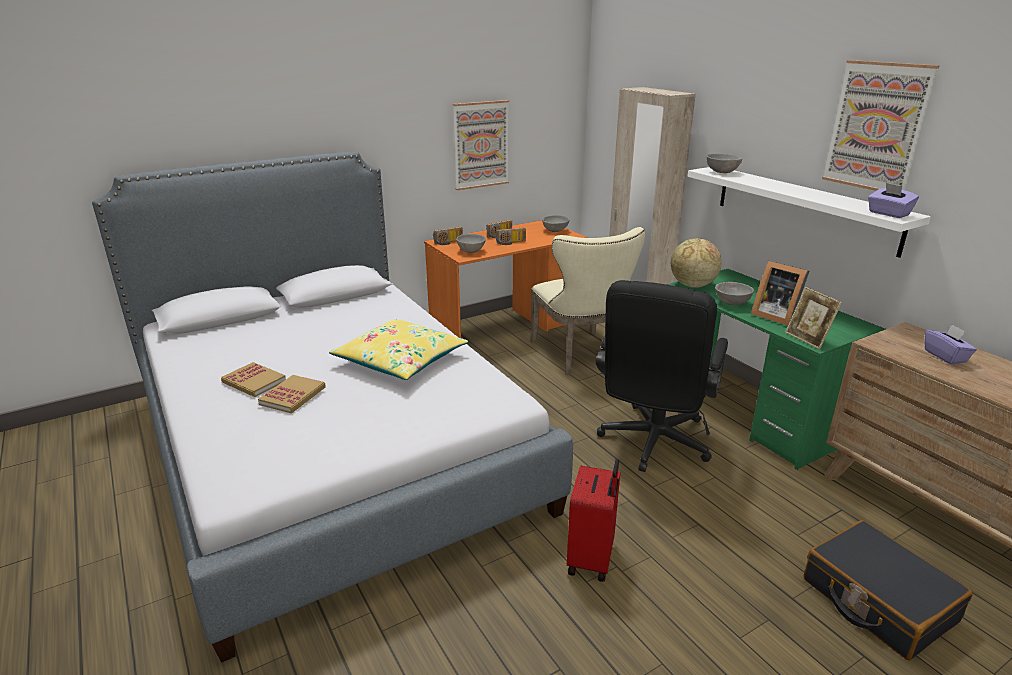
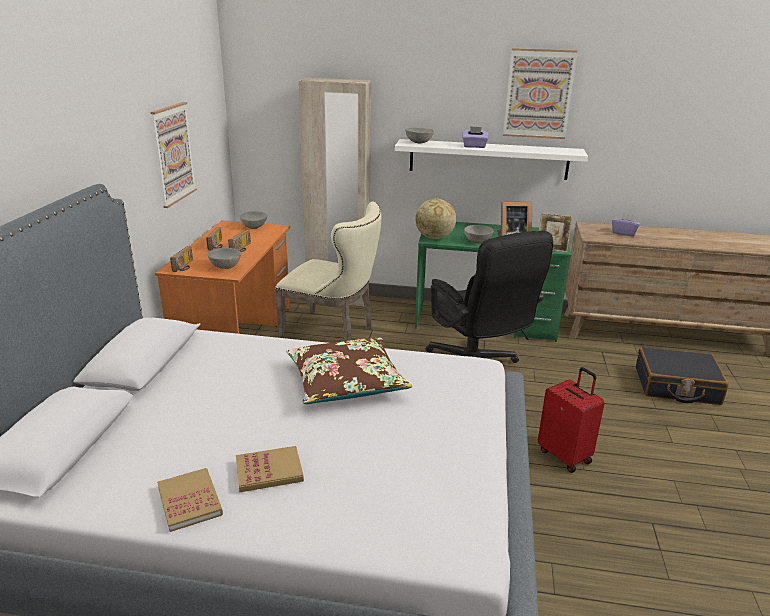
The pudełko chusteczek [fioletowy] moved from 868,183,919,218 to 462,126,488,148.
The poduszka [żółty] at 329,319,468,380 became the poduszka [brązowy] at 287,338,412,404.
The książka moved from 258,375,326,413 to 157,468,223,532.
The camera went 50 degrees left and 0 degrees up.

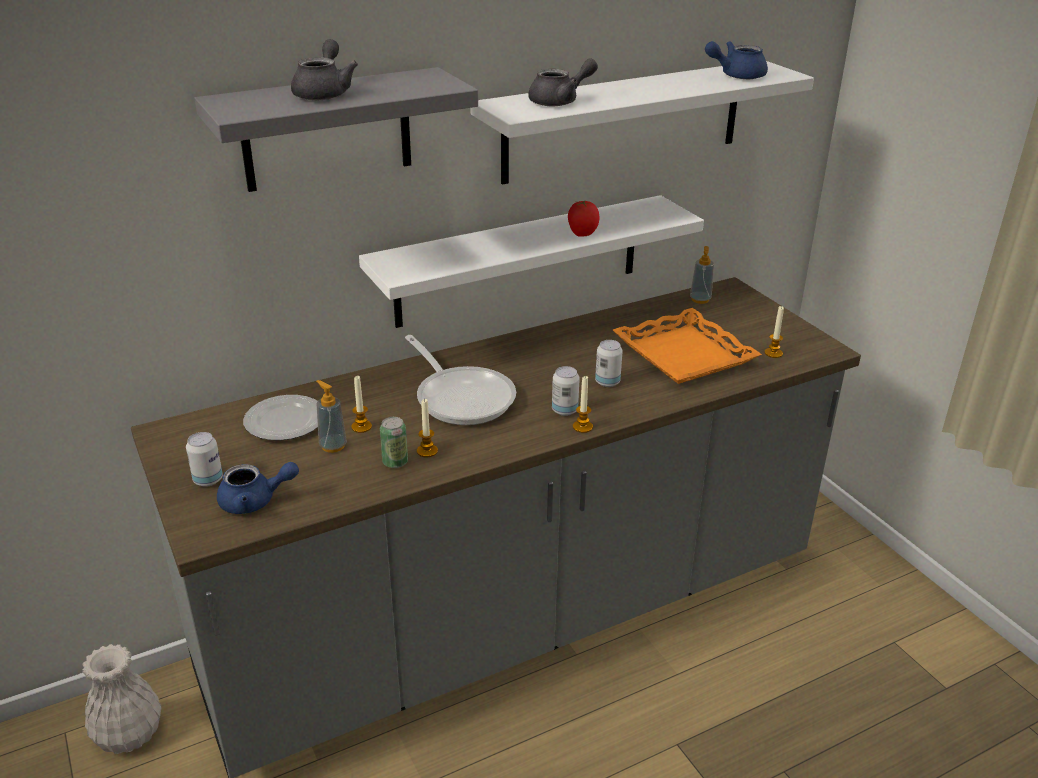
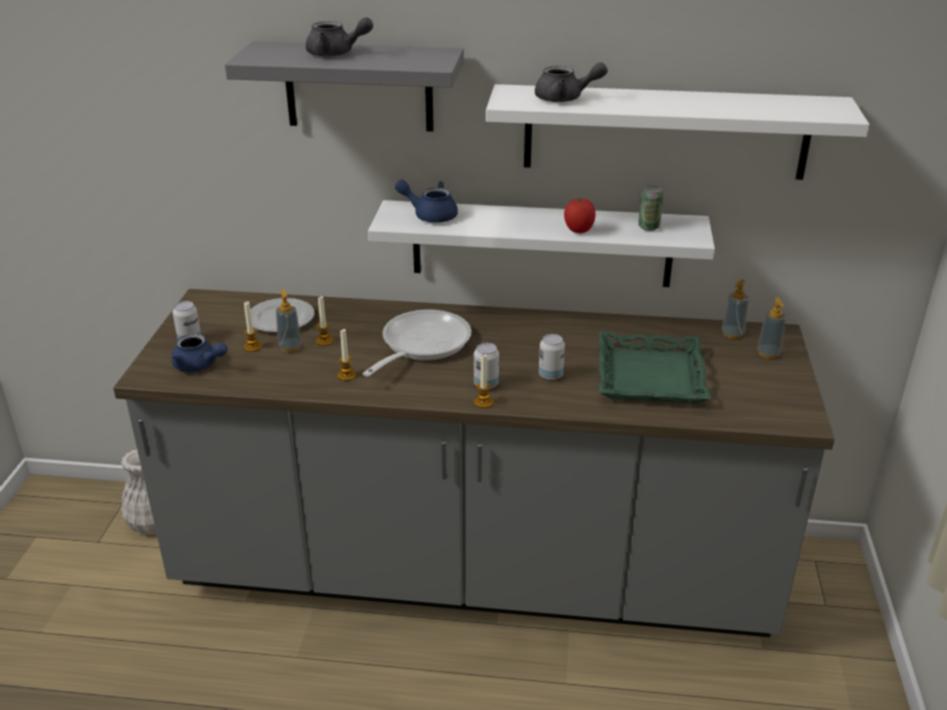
The imbryk [szary] at 291,39,358,100 turned 60 degrees clockwise.
The imbryk [niebieski] moved from 705,41,768,79 to 395,180,458,223.
The świeca moved from 764,306,784,358 to 244,301,262,352.
The taca [pomarańczowy] at 613,308,762,384 became the taca [zielony] at 599,331,711,404.
The patelnia at 405,335,516,425 turned 150 degrees counterclockwise.
The puszka moved from 380,417,408,468 to 638,186,664,231.
The dozownik mydła at 757,297,786,359 appeared.
The camera went 35 degrees right and 0 degrees up.

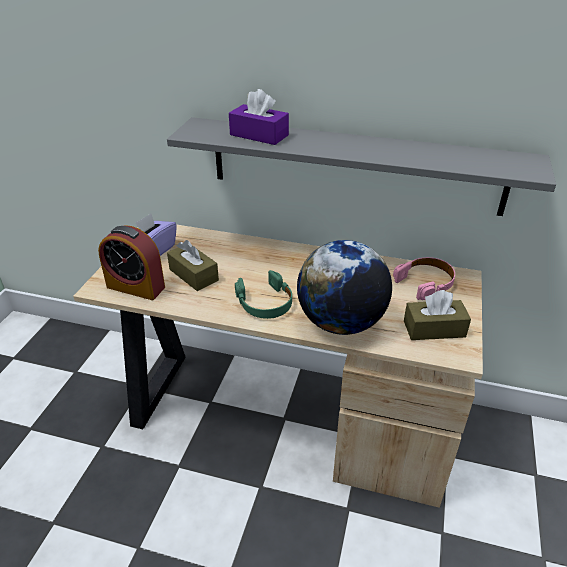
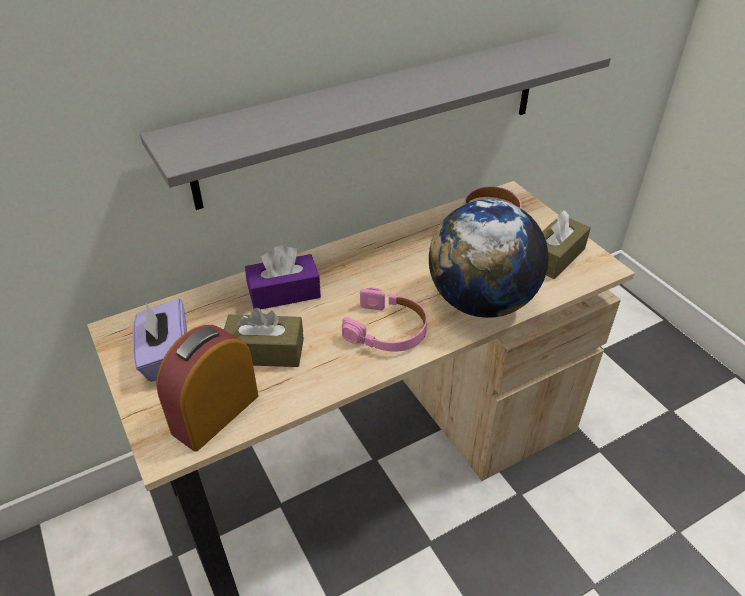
The pudełko chusteczek [fioletowy] moved from 229,89,289,145 to 245,245,321,310.
The budzik at 98,225,165,300 turned 150 degrees clockwise.
The słuchawki [zielony] at 235,270,292,319 became the słuchawki [różowy] at 342,287,427,352.
The camera went 45 degrees left and 5 degrees up.

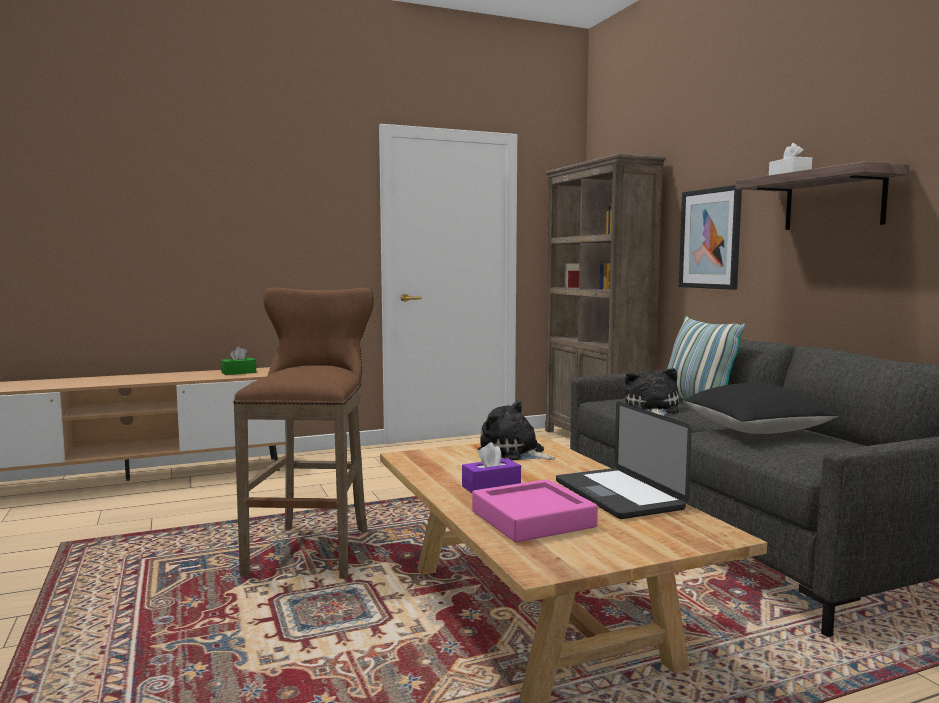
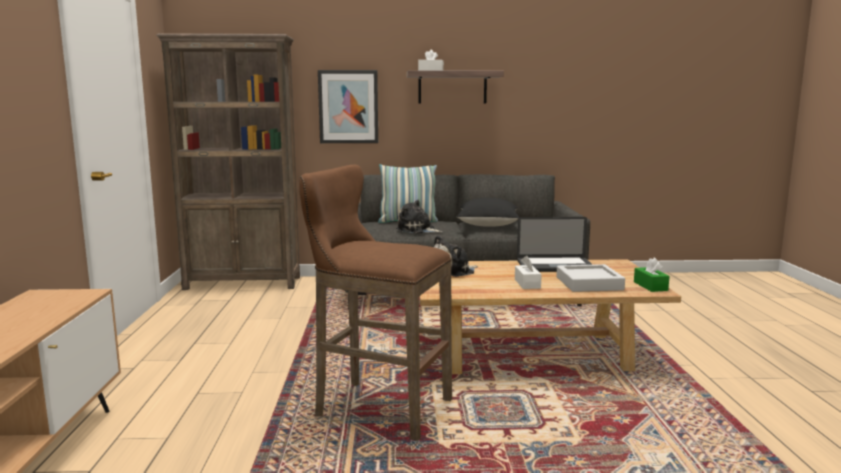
The pudełko chusteczek [zielony] moved from 221,347,256,375 to 634,258,670,292.
The pudełko chusteczek [fioletowy] at 462,442,521,493 became the pudełko chusteczek [biały] at 515,255,542,289.
The taca [różowy] at 472,479,598,542 became the taca [szary] at 556,264,625,292.
The camera went 70 degrees left and 5 degrees up.

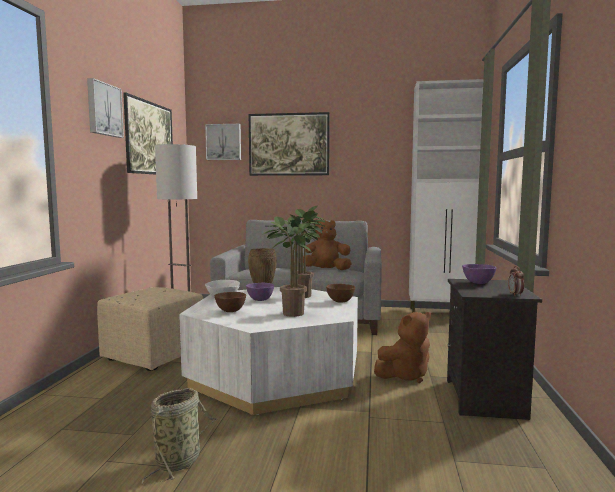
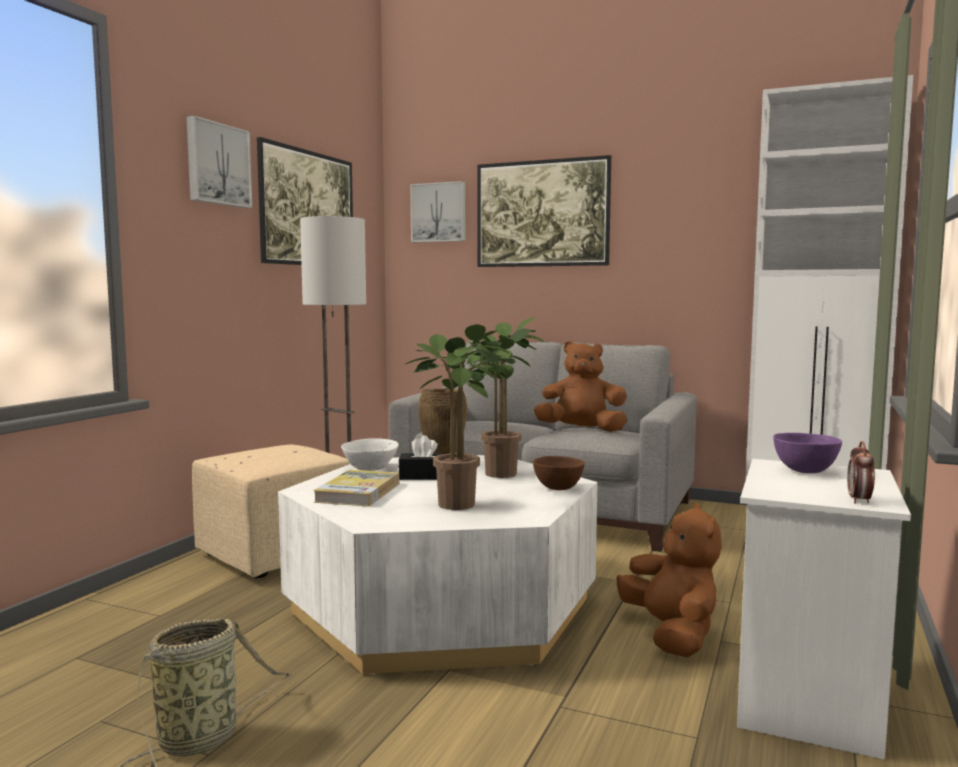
The szafka nocna [czarny] at 447,279,542,420 became the szafka nocna [biały] at 737,459,911,760.
The miska [fioletowy] at 246,283,274,301 was replaced by the pudełko chusteczek [czarny] at 398,435,449,480.
The miska [brązowy] at 215,292,246,312 was replaced by the książka at 313,470,399,507.
The pluszak [brązowy] at 374,312,431,383 turned 90 degrees counterclockwise.
The camera went 15 degrees right and 0 degrees up.

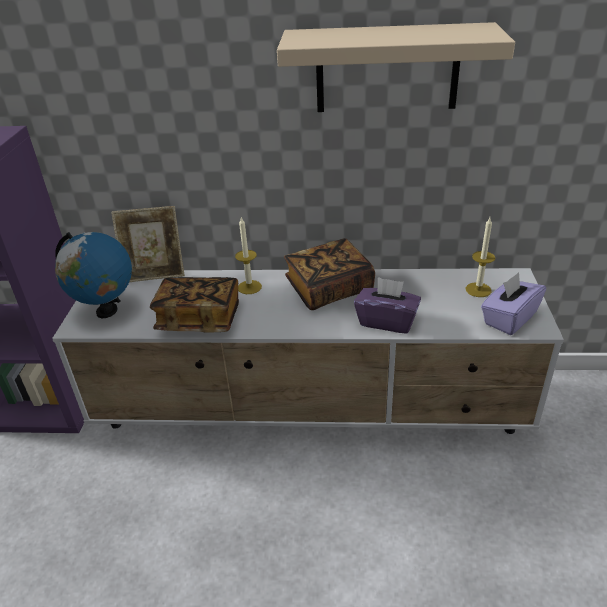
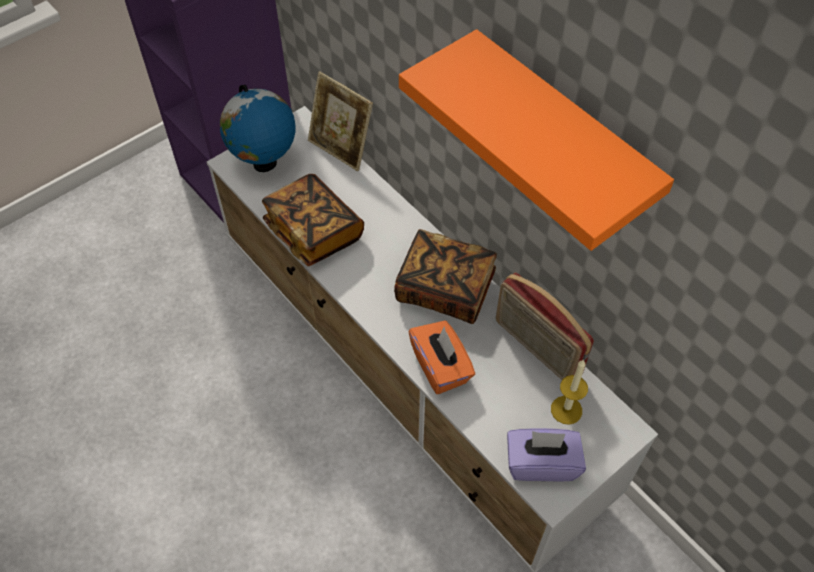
The półka [beżowy] at 277,22,515,112 became the półka [pomarańczowy] at 399,29,674,251.
The świeca at 235,216,262,294 disappeared.
The pudełko chusteczek [fioletowy] at 354,277,421,334 became the pudełko chusteczek [pomarańczowy] at 409,321,475,394.
The radio at 496,273,594,380 appeared.
The camera went 45 degrees right and 20 degrees up.

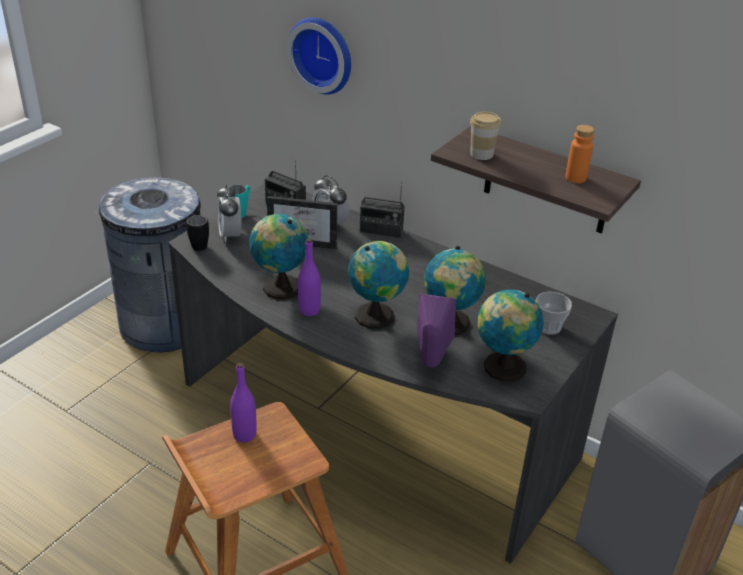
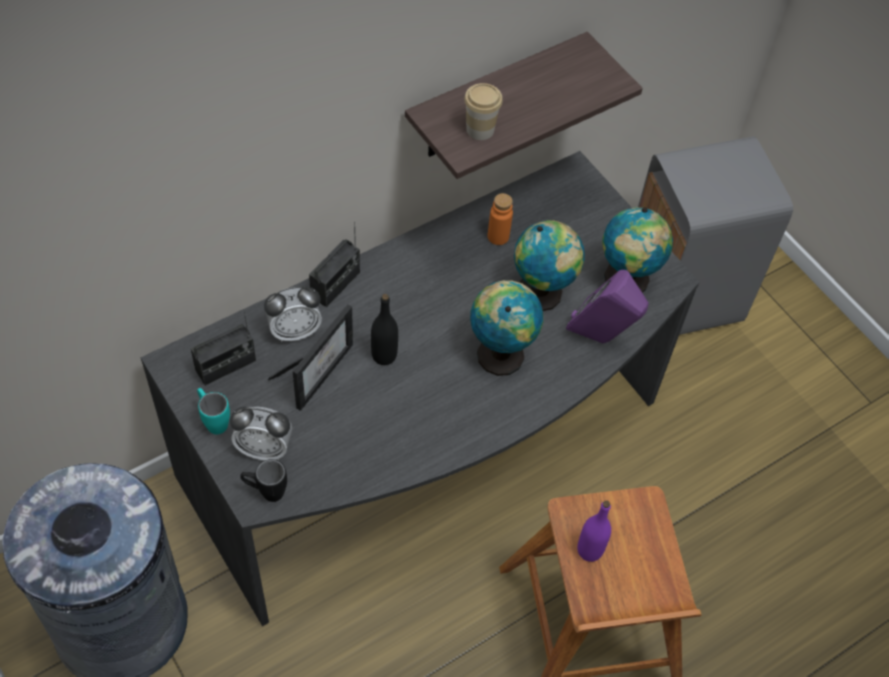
The zegar ścienny at 287,17,351,94 disappeared.
The butelka [pomarańczowy] moved from 565,125,594,183 to 488,193,513,245.
The globus at 249,214,308,299 disappeared.
The butelka [fioletowy] at 298,238,321,316 disappeared.
The filiżanka at 536,292,572,335 disappeared.
The butelka [czarny] at 371,294,398,365 appeared.
The camera went 70 degrees left and 20 degrees up.

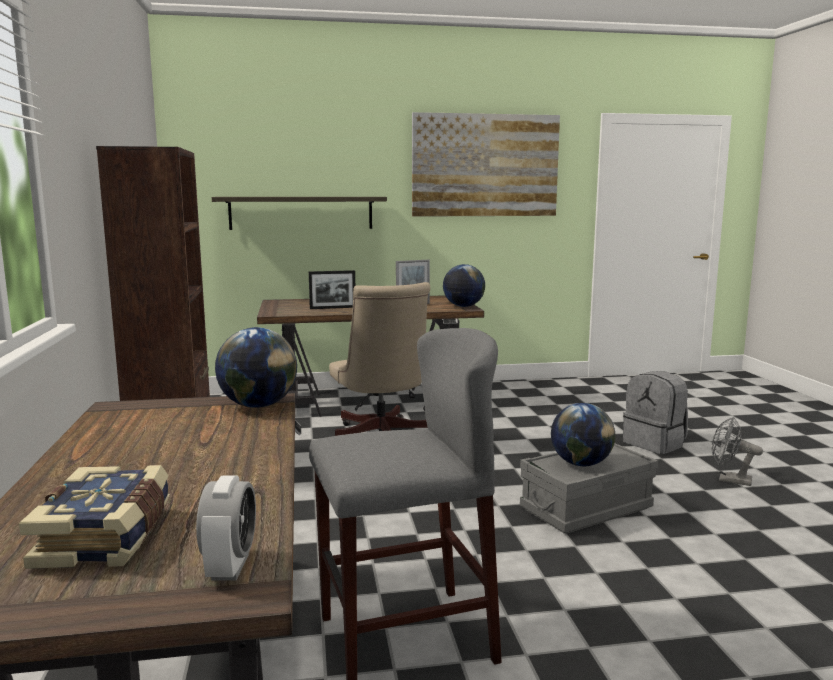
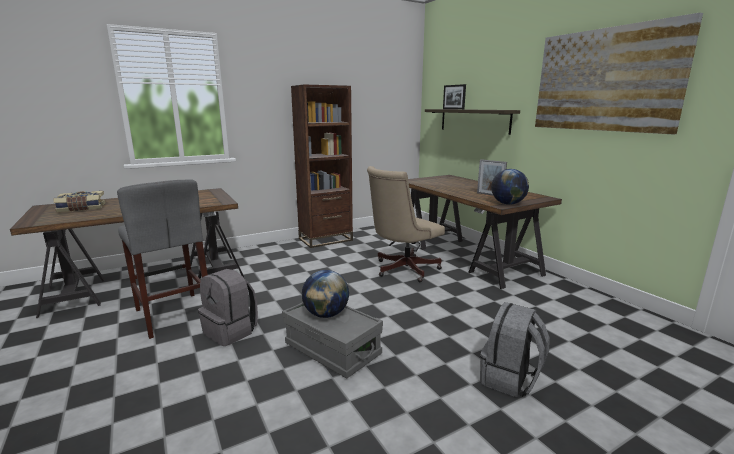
The ramka na zdjęcie moved from 309,270,355,309 to 443,84,466,109.
The globus at 215,327,297,408 disappeared.
The wentylator [szary] at 712,417,763,486 disappeared.
The budzik at 196,476,256,581 disappeared.
The plecak [szary] at 198,269,258,346 appeared.
The camera went 70 degrees right and 5 degrees up.

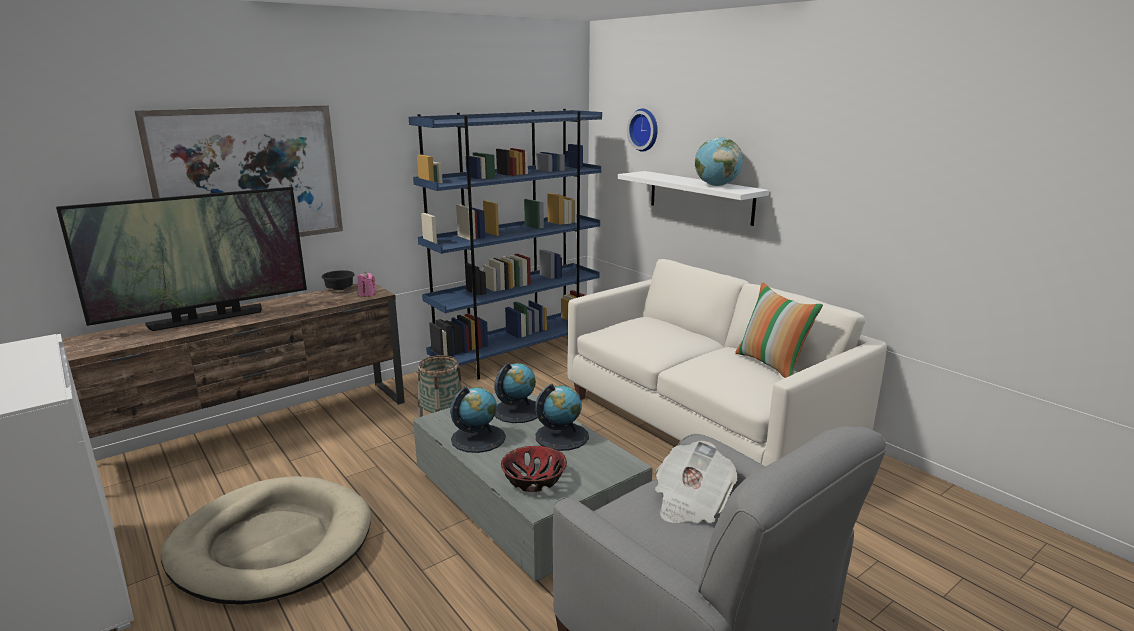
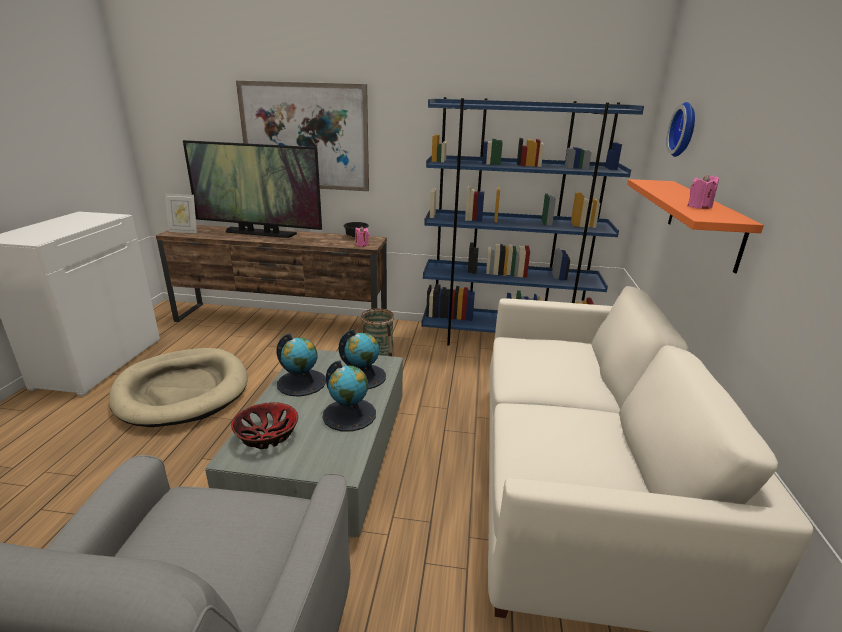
The globus at 695,137,743,186 was replaced by the świeca [różowy] at 688,174,719,209.
The półka [biały] at 618,171,769,226 became the półka [pomarańczowy] at 627,179,764,273.
The poduszka at 735,282,823,378 disappeared.
The gazeta at 655,441,738,523 disappeared.
The ramka na zdjęcie at 165,193,197,233 appeared.
The camera went 45 degrees right and 5 degrees up.

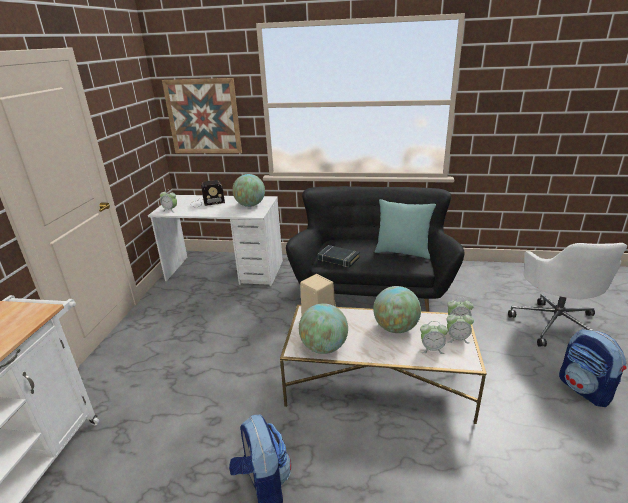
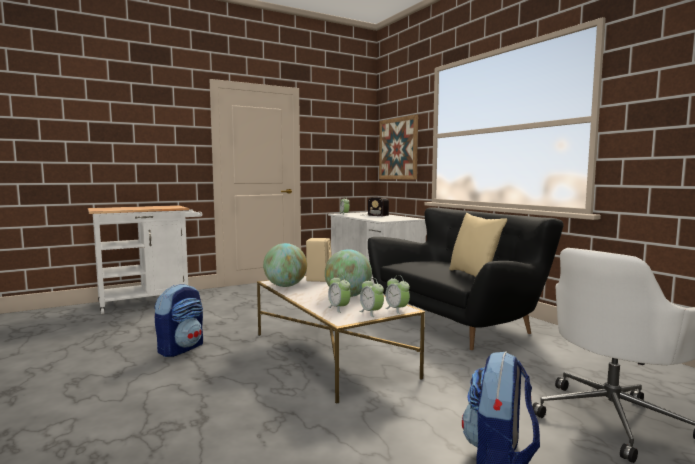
The globus at 232,174,265,207 disappeared.
The poduszka [turkusowy] at 374,199,436,259 became the poduszka [beżowy] at 449,213,507,277.
The książka [czarny] at 318,245,360,267 disappeared.
The camera went 50 degrees right and 20 degrees down.

